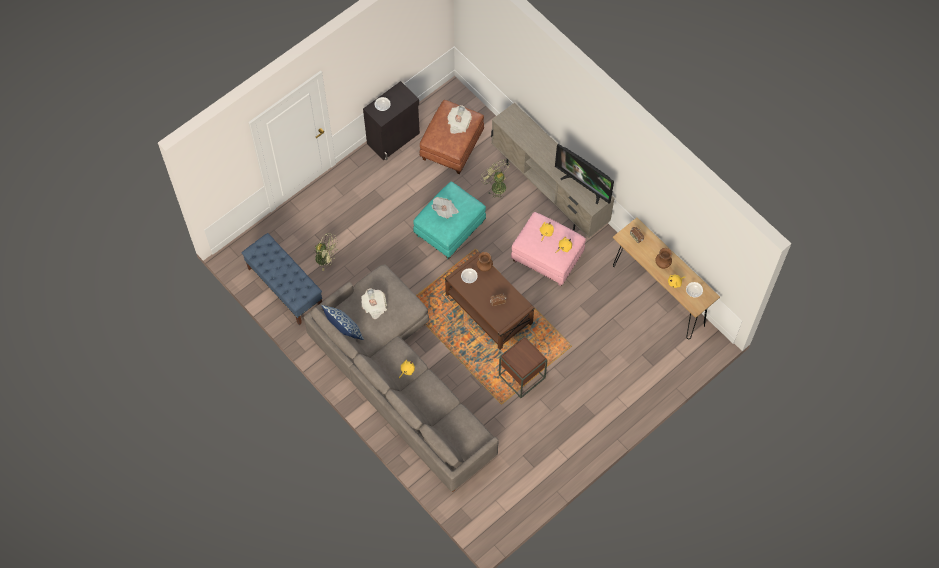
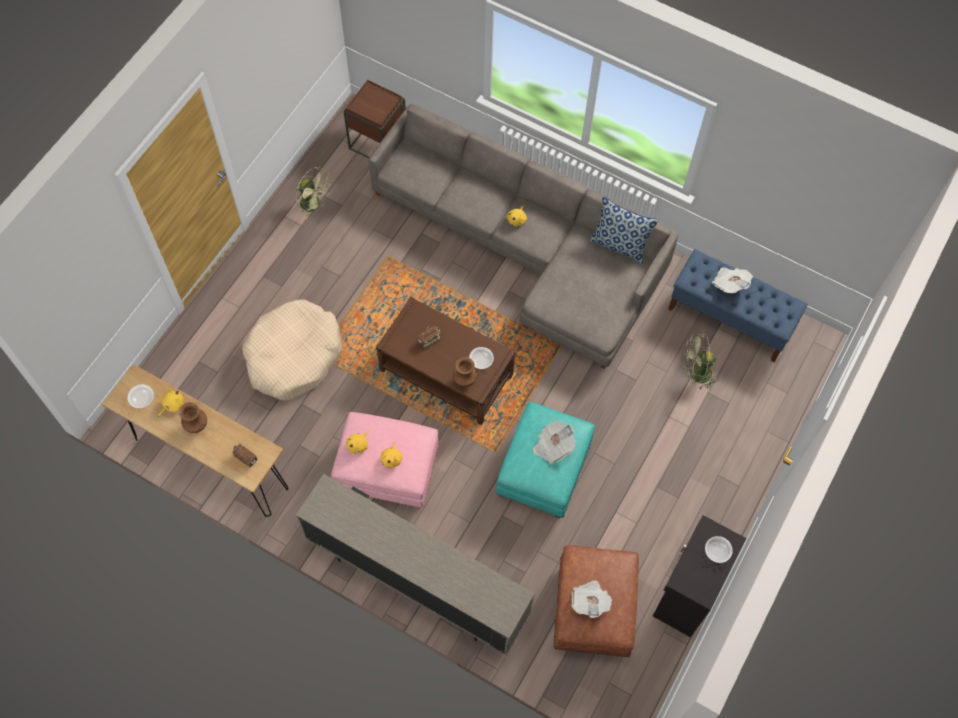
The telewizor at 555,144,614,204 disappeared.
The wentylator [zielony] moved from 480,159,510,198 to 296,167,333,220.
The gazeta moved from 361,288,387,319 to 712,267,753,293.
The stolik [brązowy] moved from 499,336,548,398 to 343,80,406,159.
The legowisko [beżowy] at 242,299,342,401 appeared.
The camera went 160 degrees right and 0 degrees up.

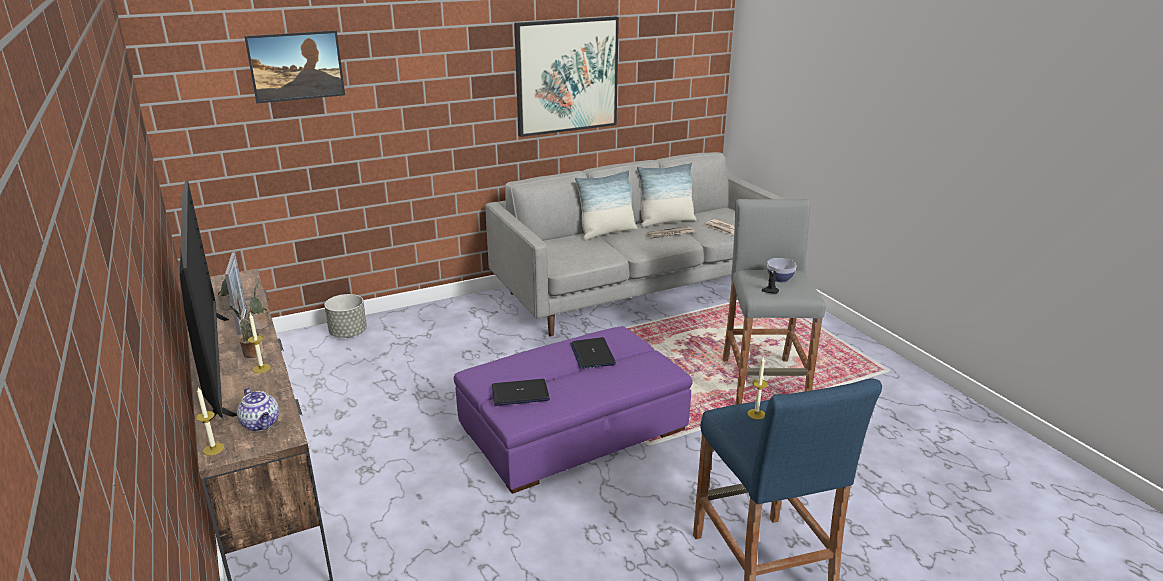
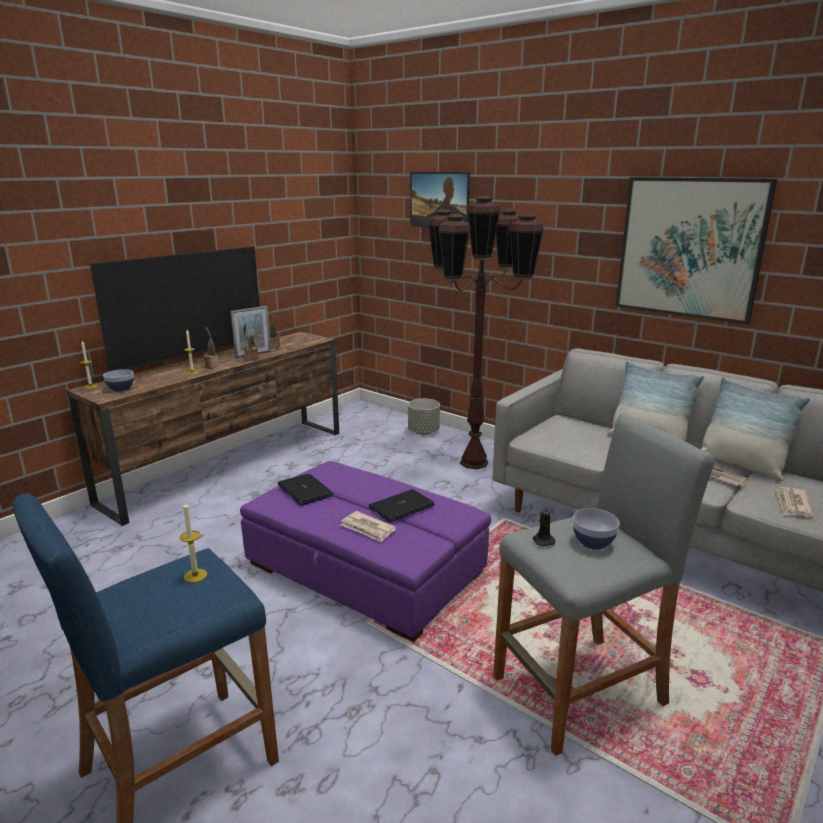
The imbryk at 237,388,279,431 was replaced by the miska at 103,369,134,392.
The lampa stojąca [brązowy] at 428,196,544,469 appeared.
The gazeta at 341,511,396,543 appeared.
The camera went 65 degrees right and 5 degrees down.

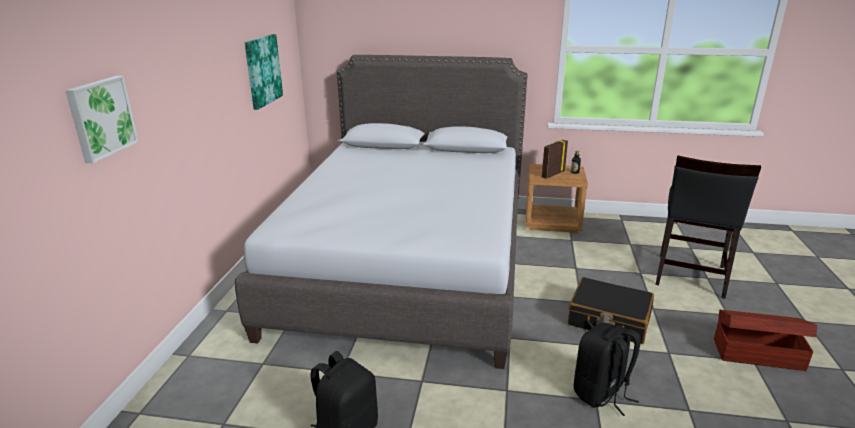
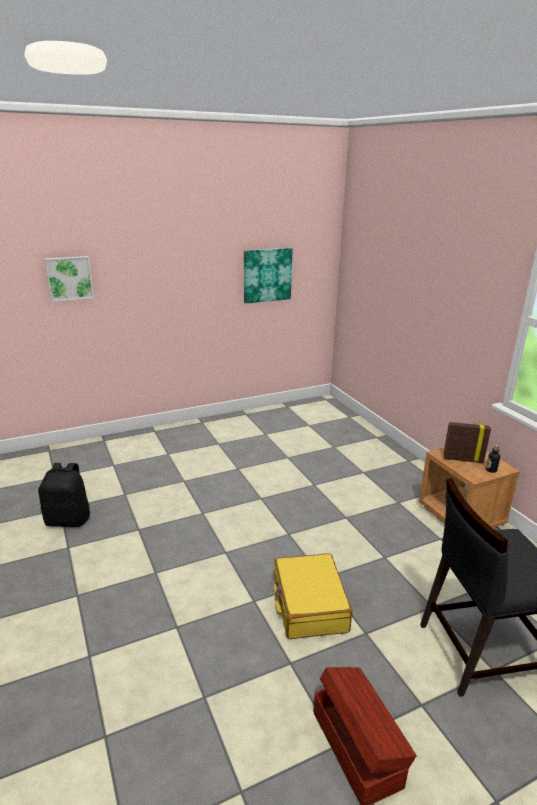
The łóżko [szary] at 235,55,528,369 disappeared.
The walizka [czarny] at 568,277,654,344 became the walizka [żółty] at 274,553,352,639.
The plecak [czarny] at 574,323,641,416 disappeared.
The camera went 55 degrees right and 0 degrees up.

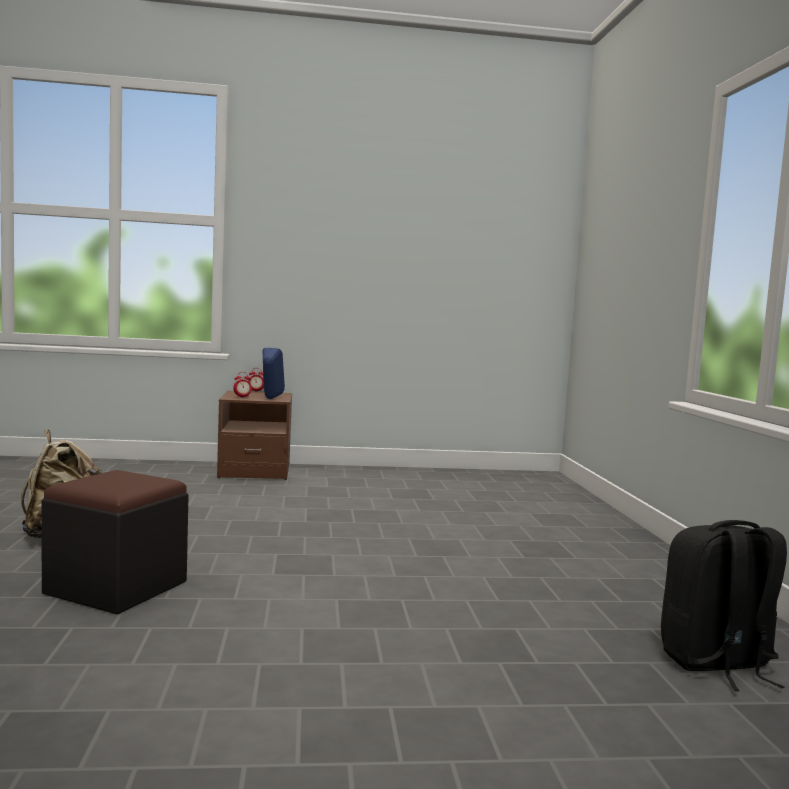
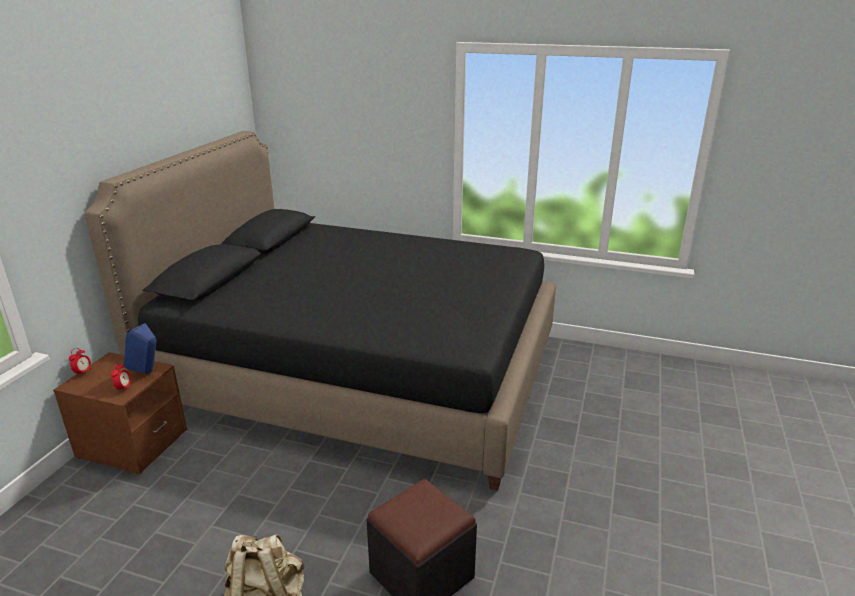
The plecak [czarny] at 661,520,787,691 disappeared.
The łóżko [czarny] at 84,131,556,491 appeared.
The camera went 65 degrees left and 20 degrees up.

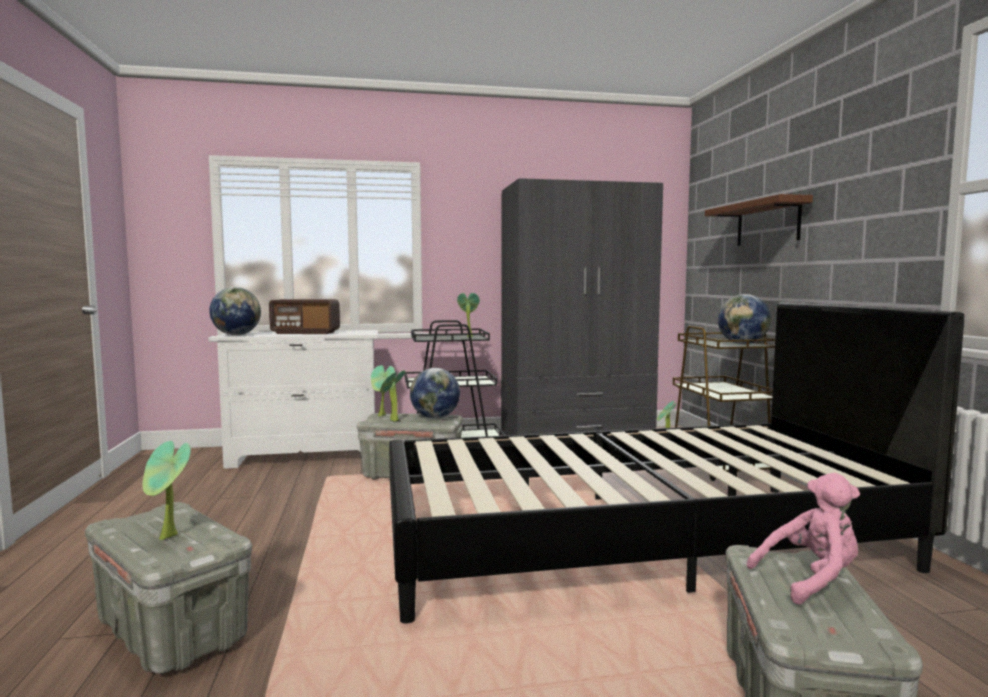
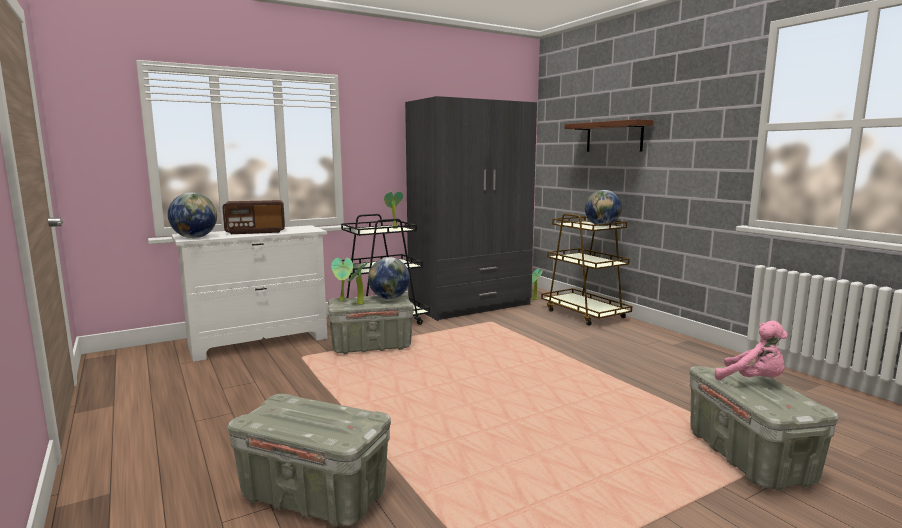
The łóżko [czarny] at 389,302,965,623 disappeared.
The roślina doniczkowa at 142,441,191,540 disappeared.
The pluszak [różowy] at 747,473,860,604 turned 75 degrees clockwise.
The camera went 20 degrees left and 5 degrees up.

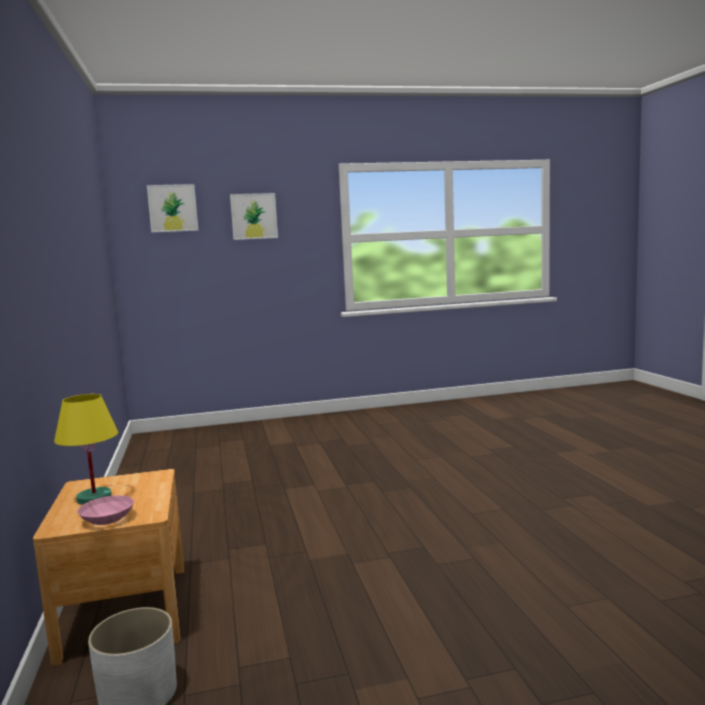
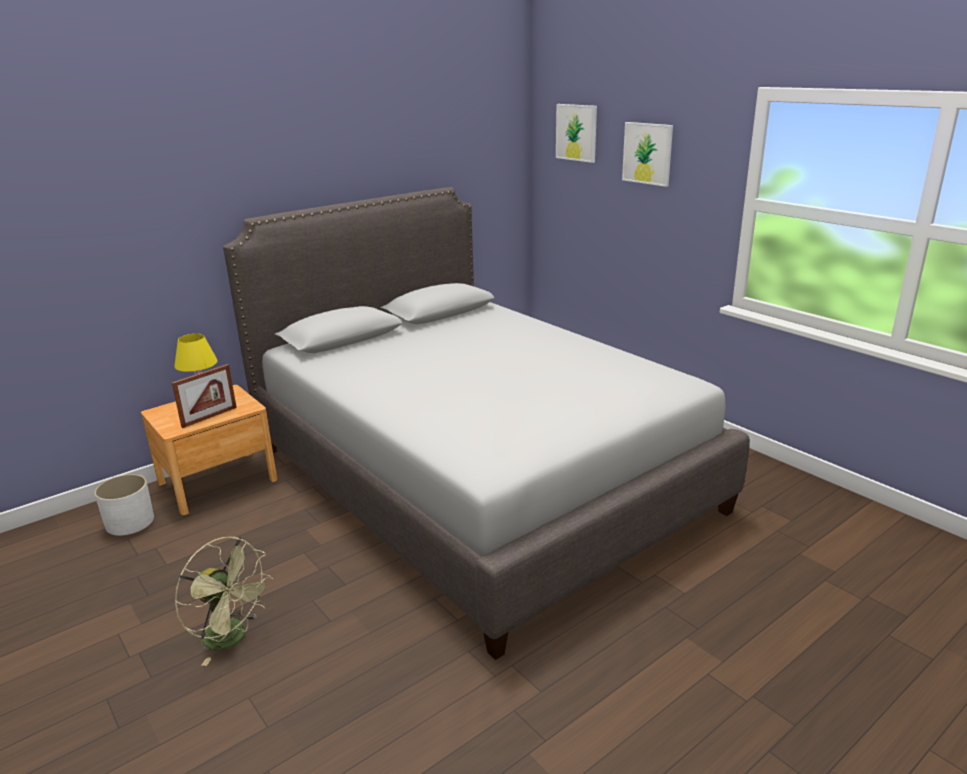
The miska [różowy] at 77,495,134,525 disappeared.
The łóżko [szary] at 223,187,750,660 appeared.
The ramka na zdjęcie at 172,364,237,428 appeared.
The wentylator [zielony] at 175,536,273,666 appeared.
The camera went 65 degrees right and 15 degrees up.

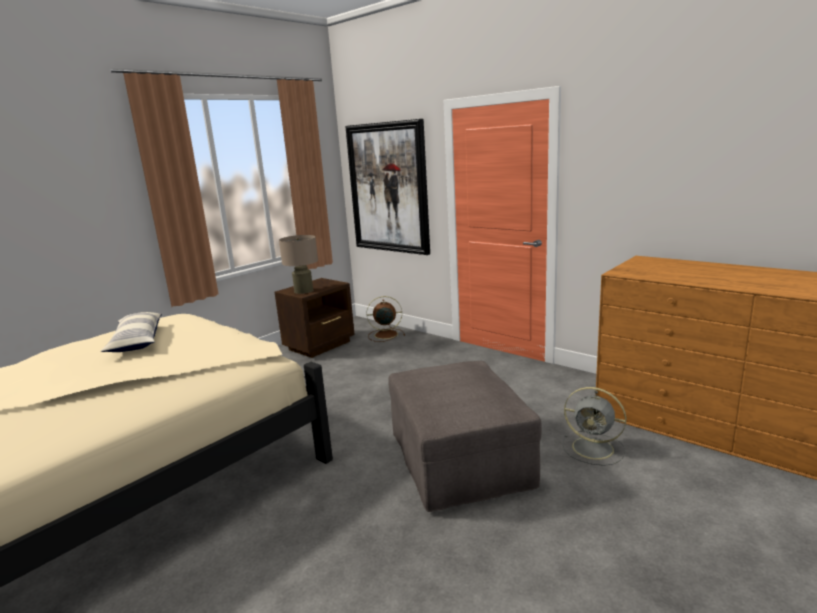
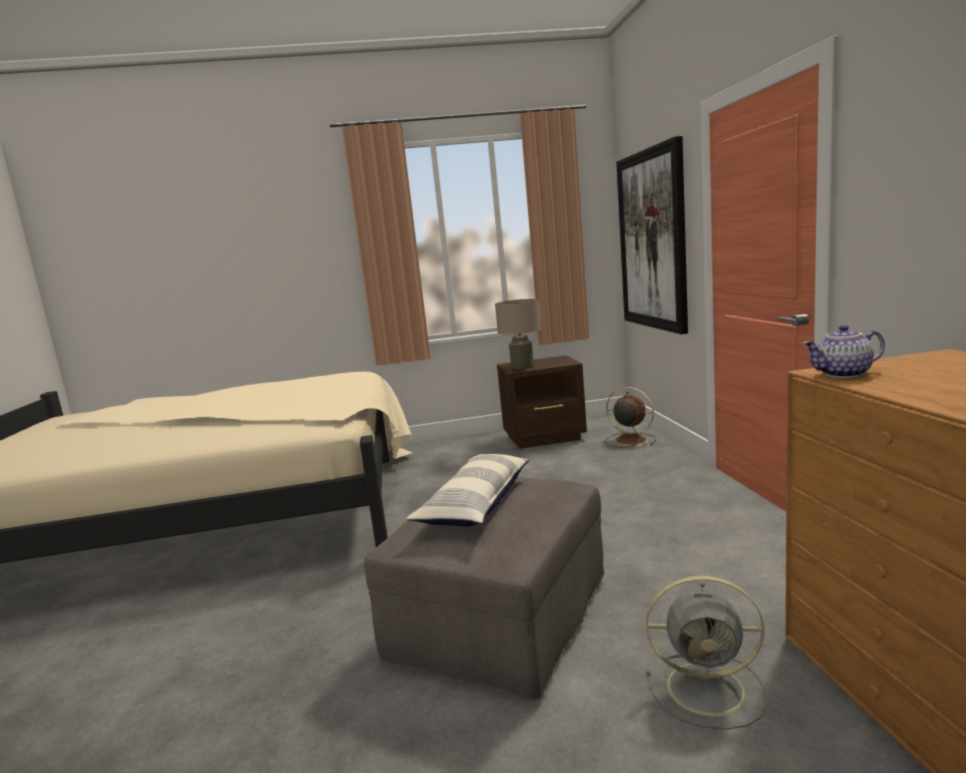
The poduszka moved from 101,312,162,352 to 406,454,530,527.
The wentylator [szary] at 563,387,626,466 turned 60 degrees counterclockwise.
The imbryk at 803,325,885,378 appeared.
The camera went 40 degrees right and 5 degrees down.

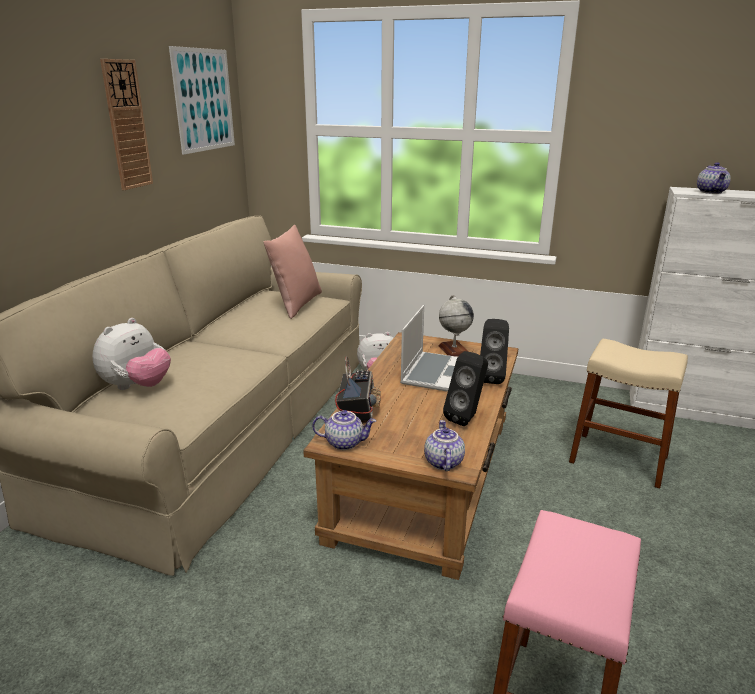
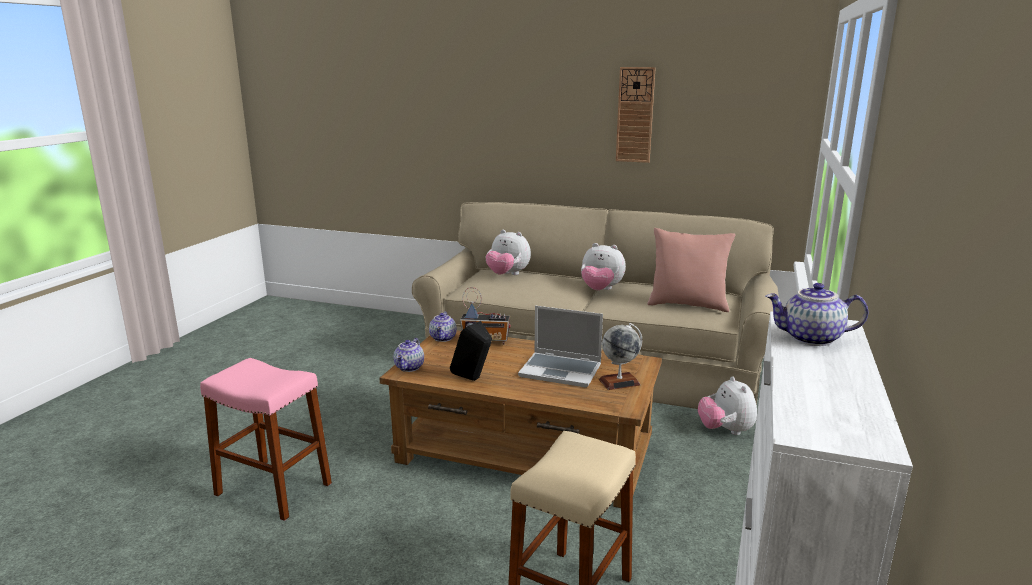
The obraz at 169,46,235,155 disappeared.
The głośnik [czarny] at 480,319,509,384 disappeared.
The imbryk at 424,420,465,471 turned 105 degrees clockwise.
The pluszak at 581,243,626,290 appeared.
The camera went 90 degrees right and 5 degrees down.

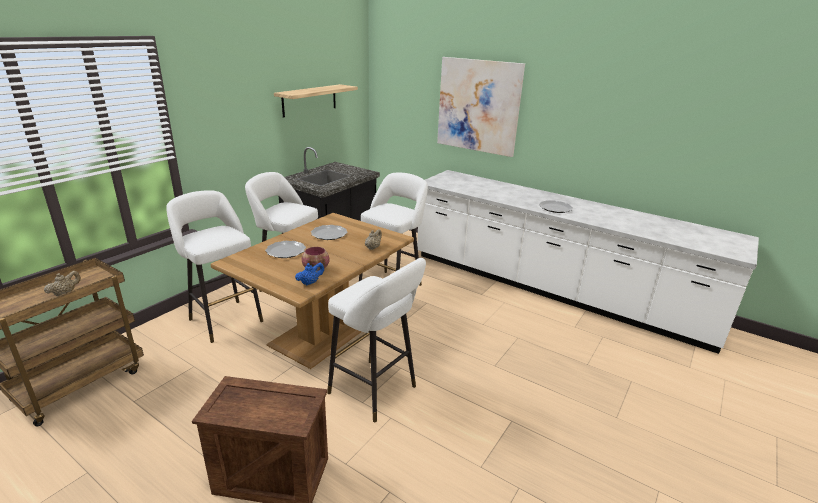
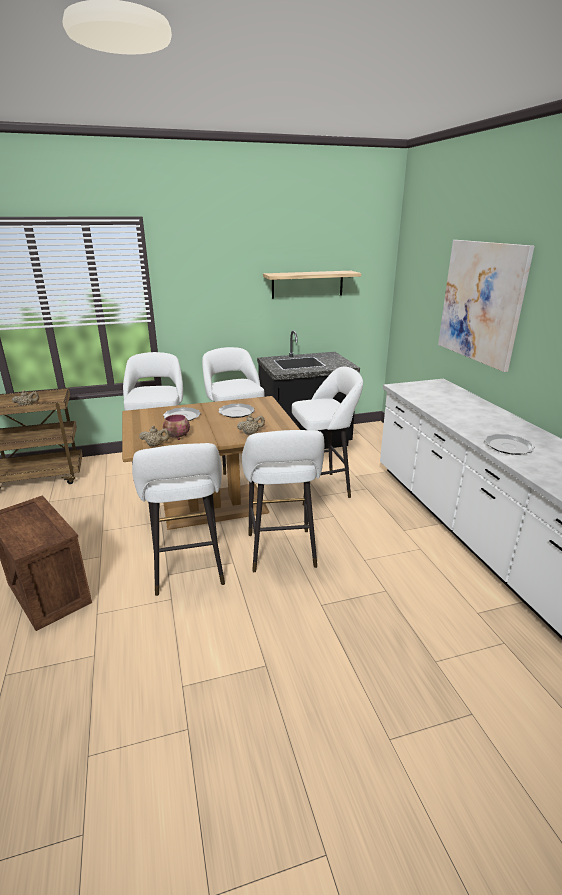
The imbryk [niebieski] at 295,263,324,285 became the imbryk [beżowy] at 139,426,170,446.
The stołek [biały] at 242,430,324,572 appeared.
The camera went 40 degrees right and 0 degrees up.

